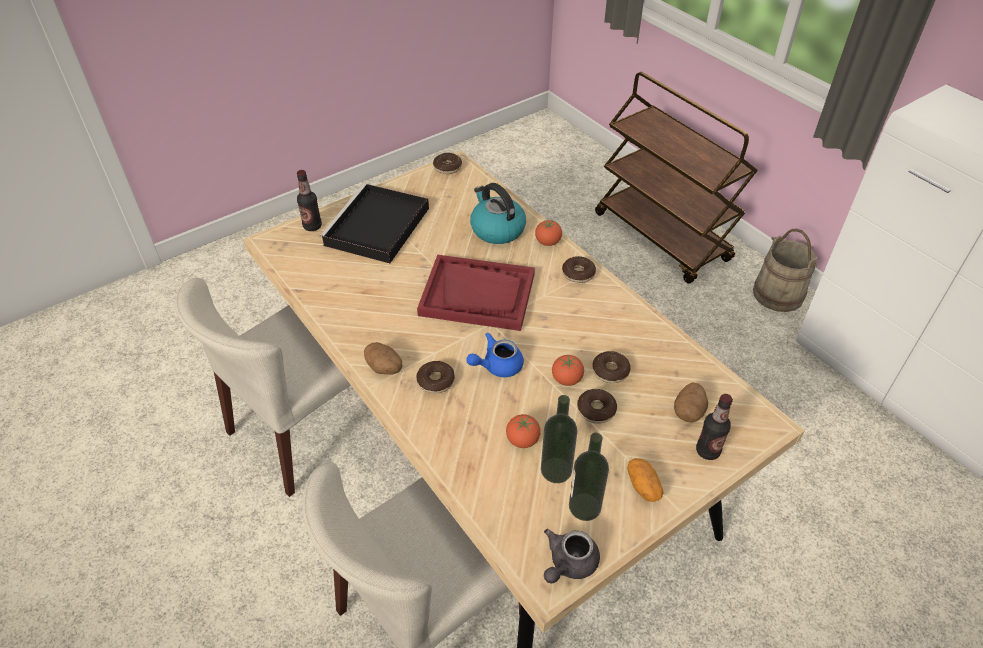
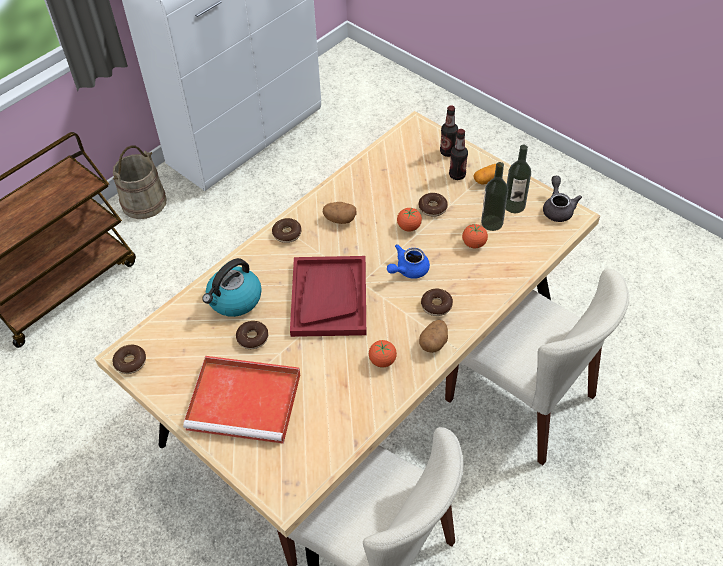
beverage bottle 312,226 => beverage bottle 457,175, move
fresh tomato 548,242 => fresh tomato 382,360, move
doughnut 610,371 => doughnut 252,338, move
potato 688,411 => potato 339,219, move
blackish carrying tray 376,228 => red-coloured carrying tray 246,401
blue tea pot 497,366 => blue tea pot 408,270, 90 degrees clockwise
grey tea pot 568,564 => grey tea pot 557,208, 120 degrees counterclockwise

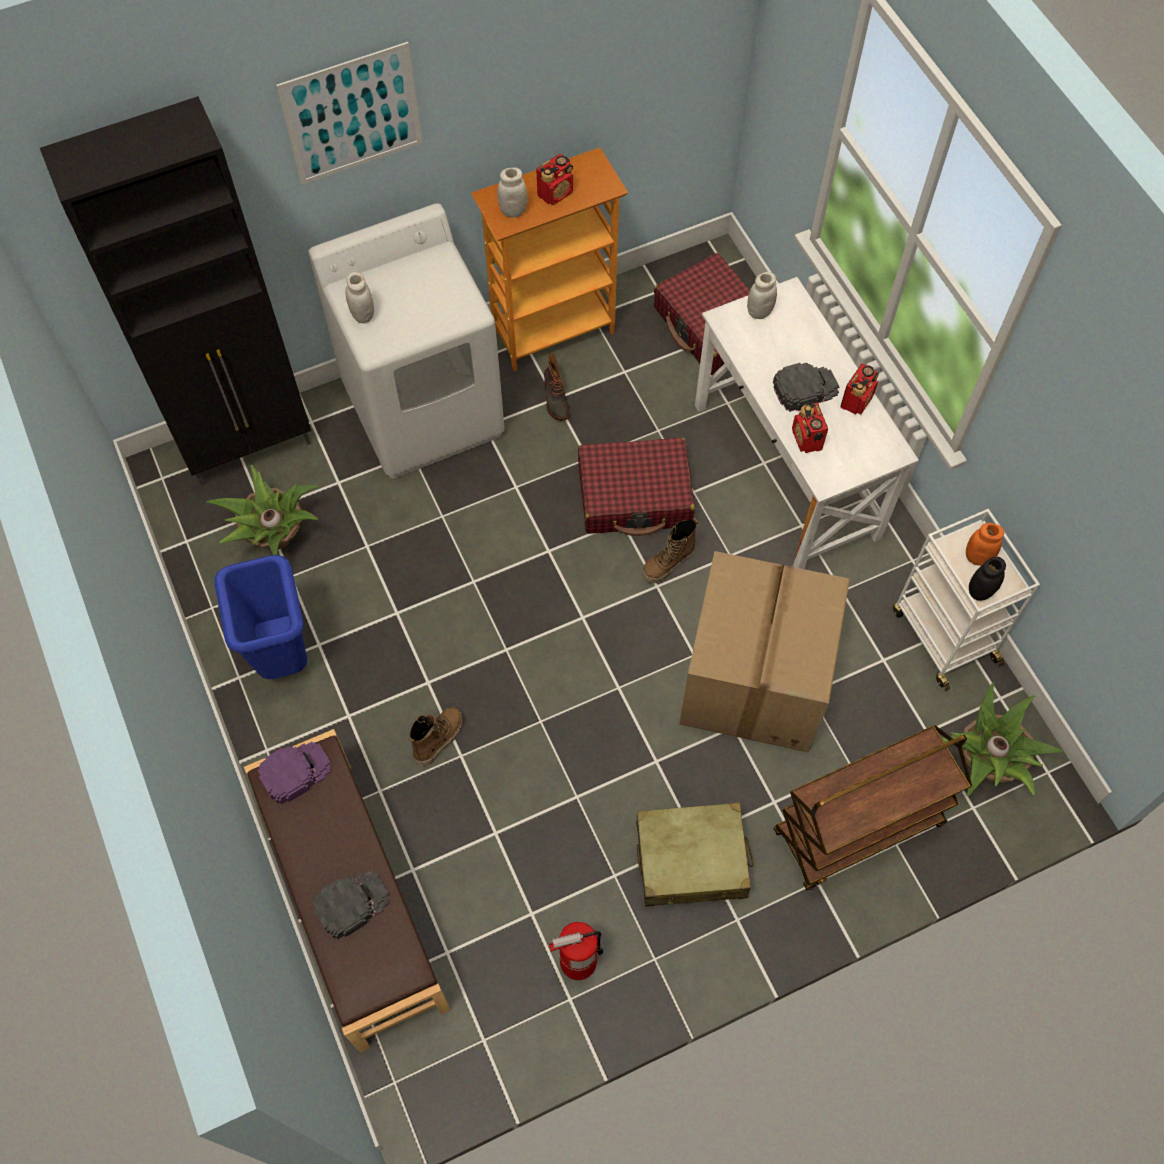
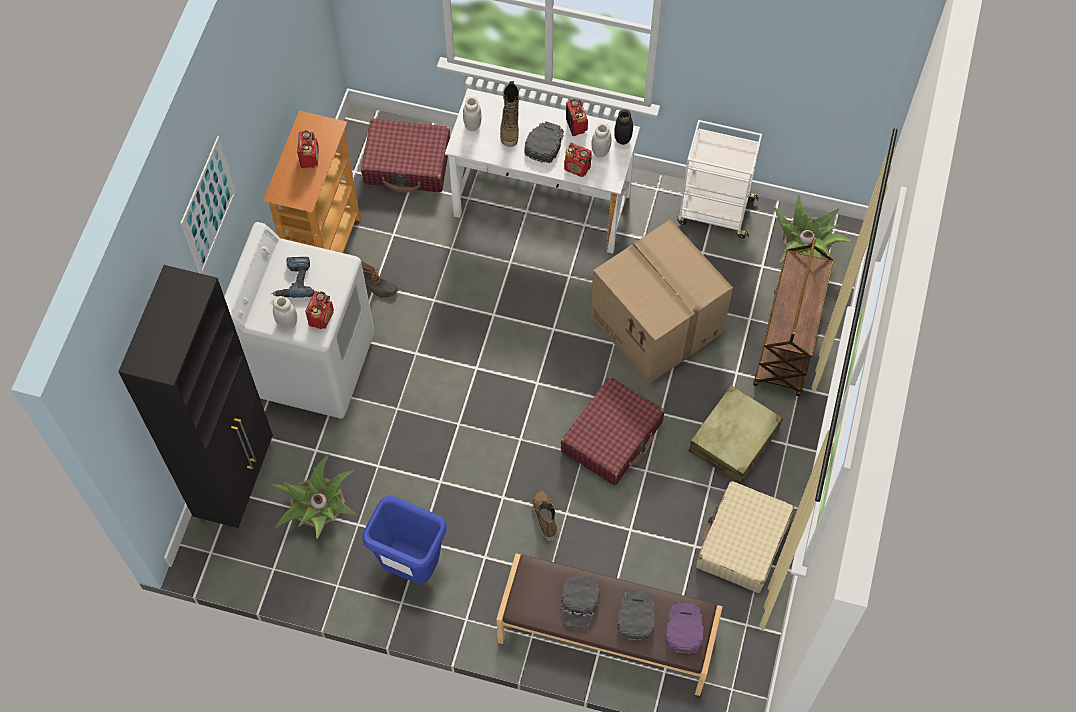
orange preserve jar 977,557 => nothing
nothing => power drill 294,280
nothing => radio set 321,317
nothing => blackish peaked cap 579,603
purple peaked cap 295,772 => purple peaked cap 683,629, move
white-coloured preserve jar 513,210 => white-coloured preserve jar 600,151, move
red-coloured piece of luggage 635,496 => red-coloured piece of luggage 612,437, move
tall boot 668,564 => tall boot 510,128, move
blackish preserve jar 980,591 => blackish preserve jar 623,138, move
fire extinguisher 577,962 => beige piece of luggage 742,542

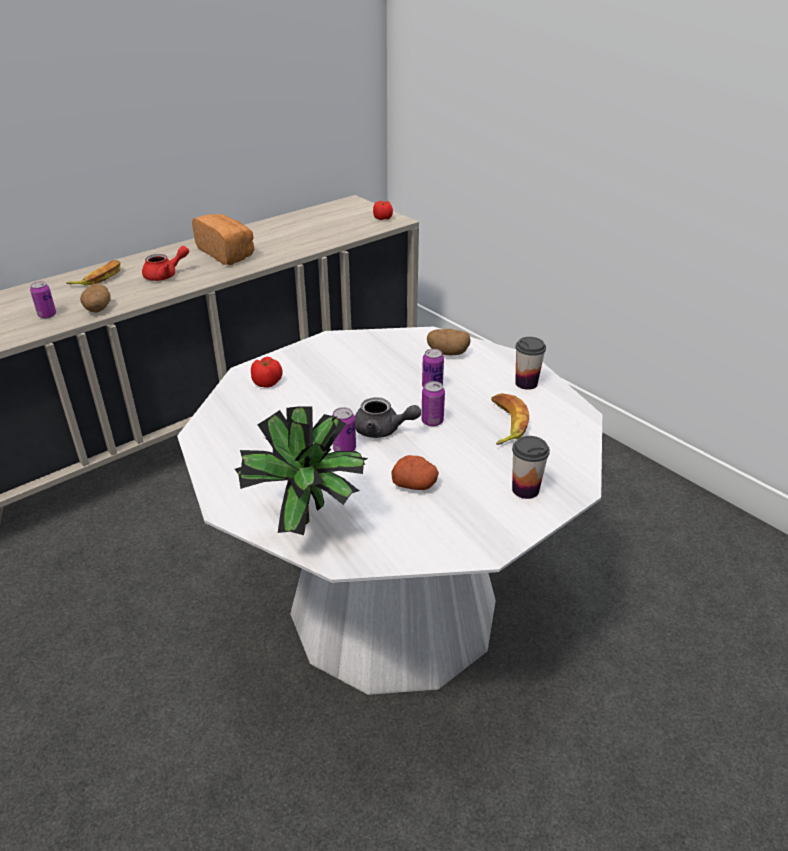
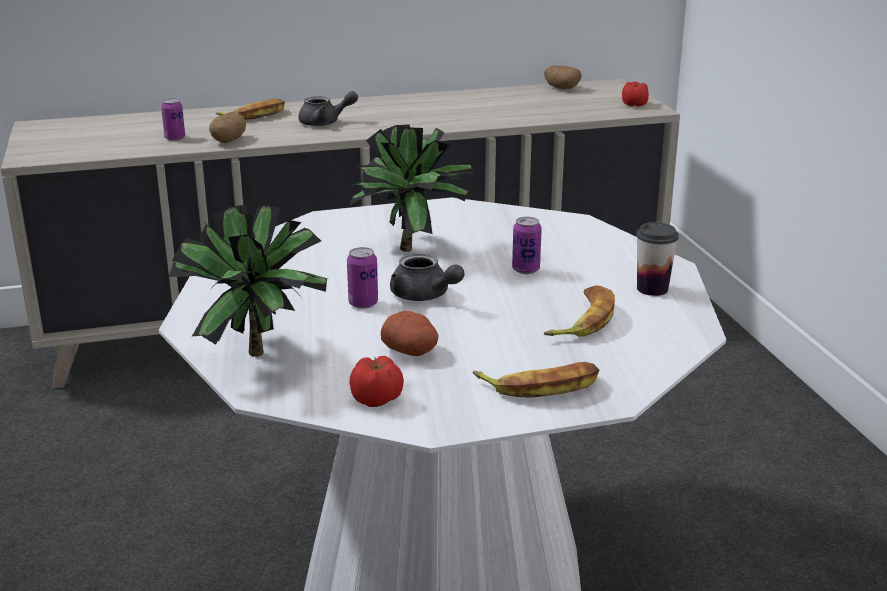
bread 227,253 => nothing
can 432,421 => nothing
nothing => plant in a pot 415,251
fresh tomato 268,383 => fresh tomato 377,399, move
potato 447,353 => potato 561,88, move
drinking cup 525,490 => banana fruit 540,386
red-coloured tea pot 165,275 => grey tea pot 325,123

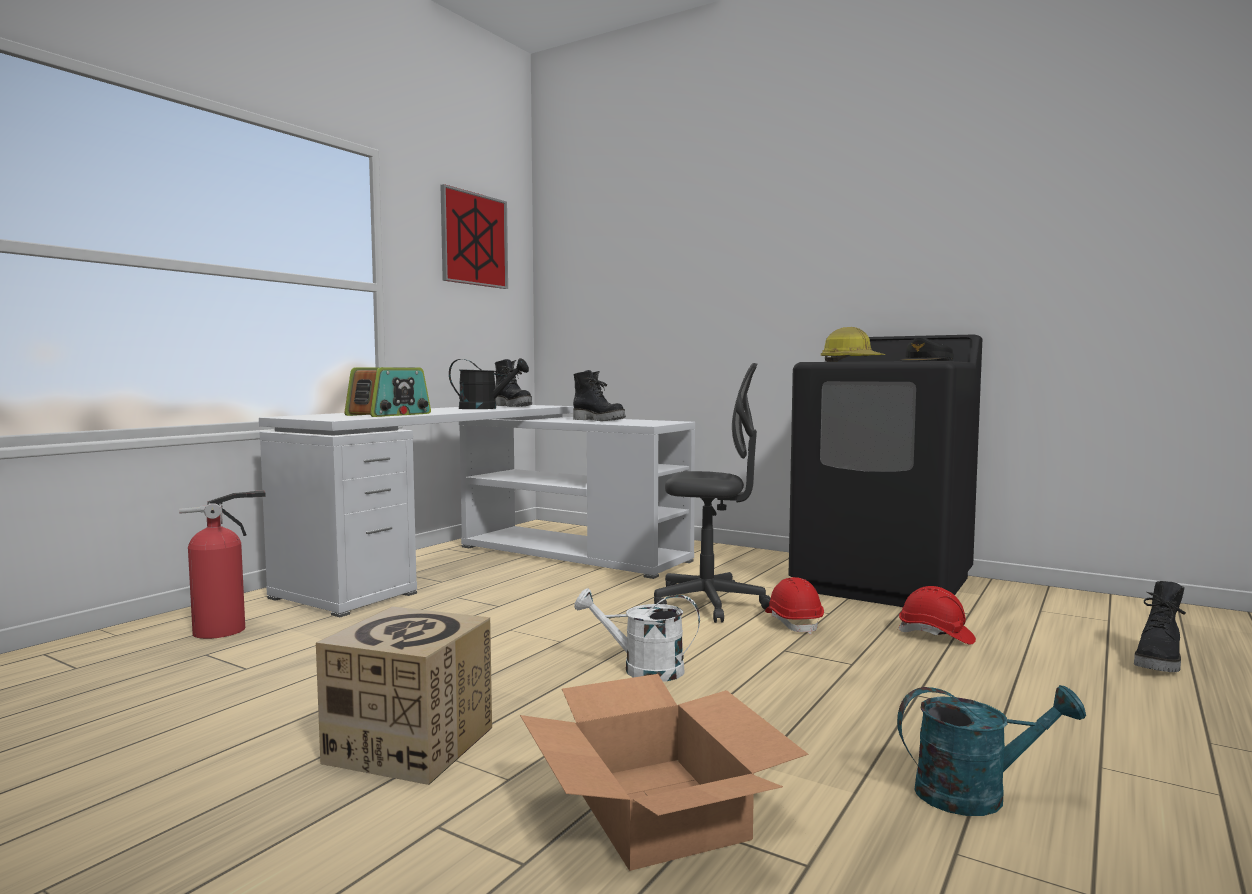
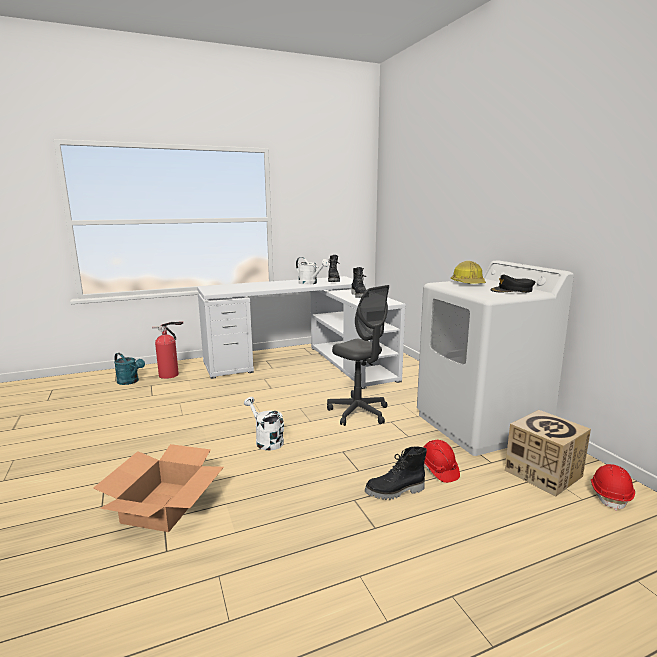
radio set 389,414 => nothing
wall picture 474,239 => nothing
cardboard box 410,745 => cardboard box 543,473, move
red-coloured work helmet 793,623 => red-coloured work helmet 610,495, move
blue-green watering pot 975,793 => blue-green watering pot 130,382, move
blackish tall boot 1160,662 => blackish tall boot 395,492, move
blackish watering pot 485,408 => white-coloured watering pot 310,283
blackish laundry appliance 883,583 => white-coloured laundry appliance 481,425

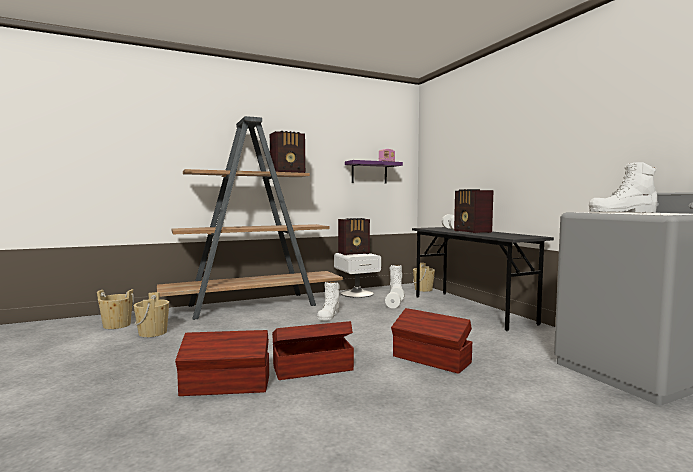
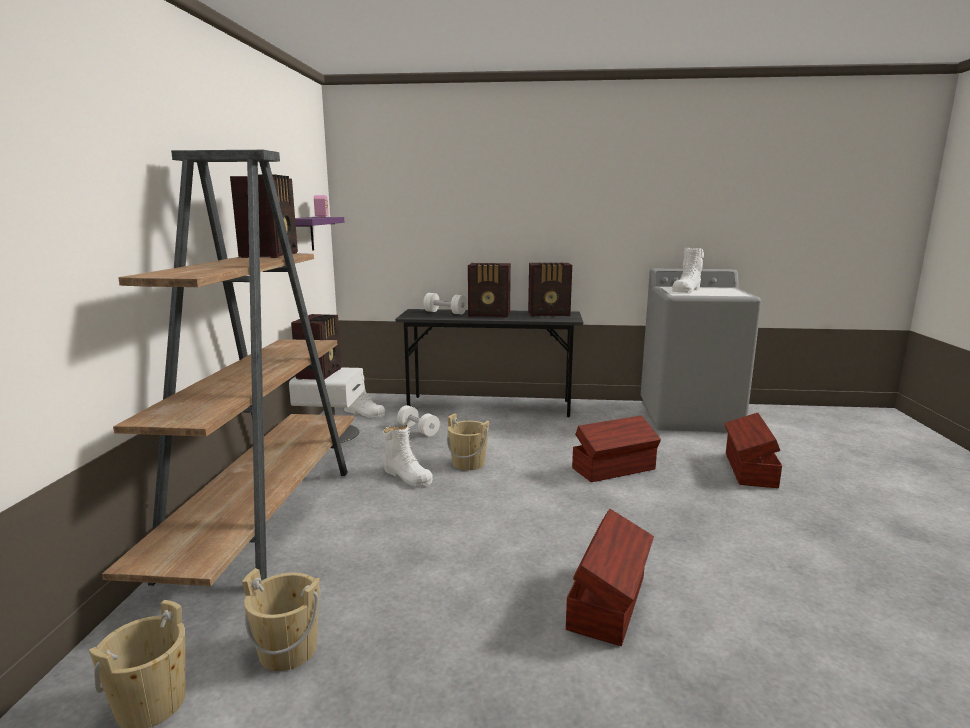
nothing => radio set 549,314
brownish storage bin 312,368 => brownish storage bin 749,470, move
beige water bucket 423,289 => beige water bucket 468,463, move

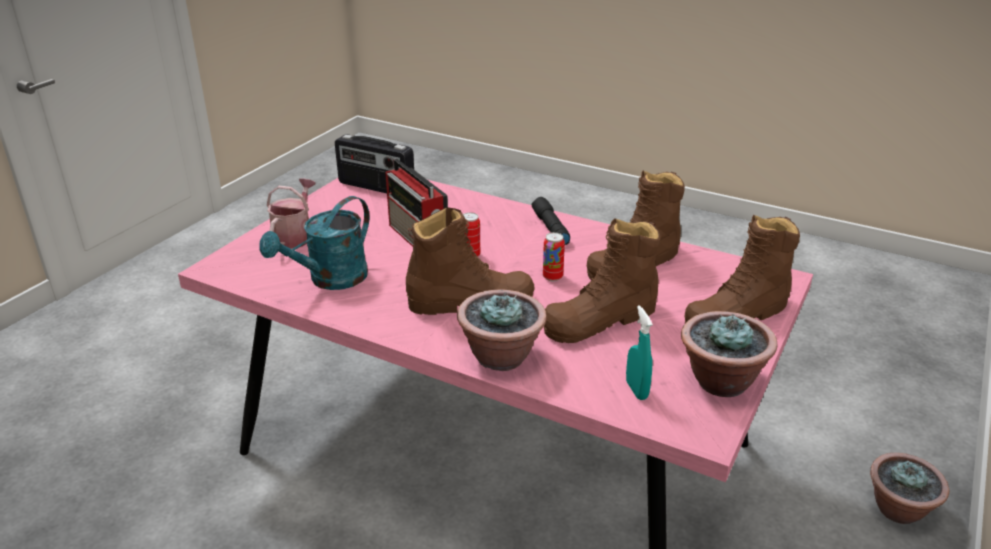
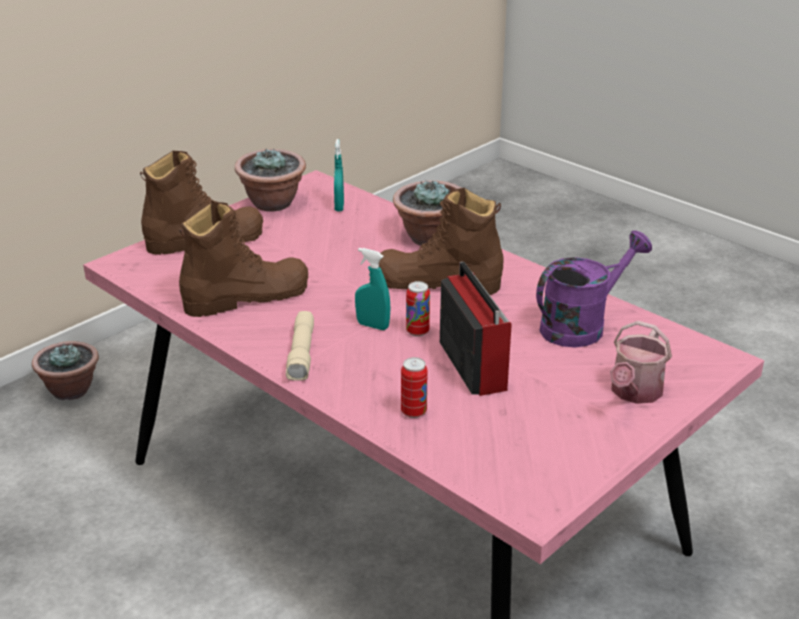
radio set 376,187 => nothing
brownish tall boot 600,319 => nothing
nothing => blue-green sprayer 372,326
can 552,277 => can 413,412, move
blue-green watering pot 330,280 => purple watering pot 581,325
blackish flashlight 549,228 => beige flashlight 302,354

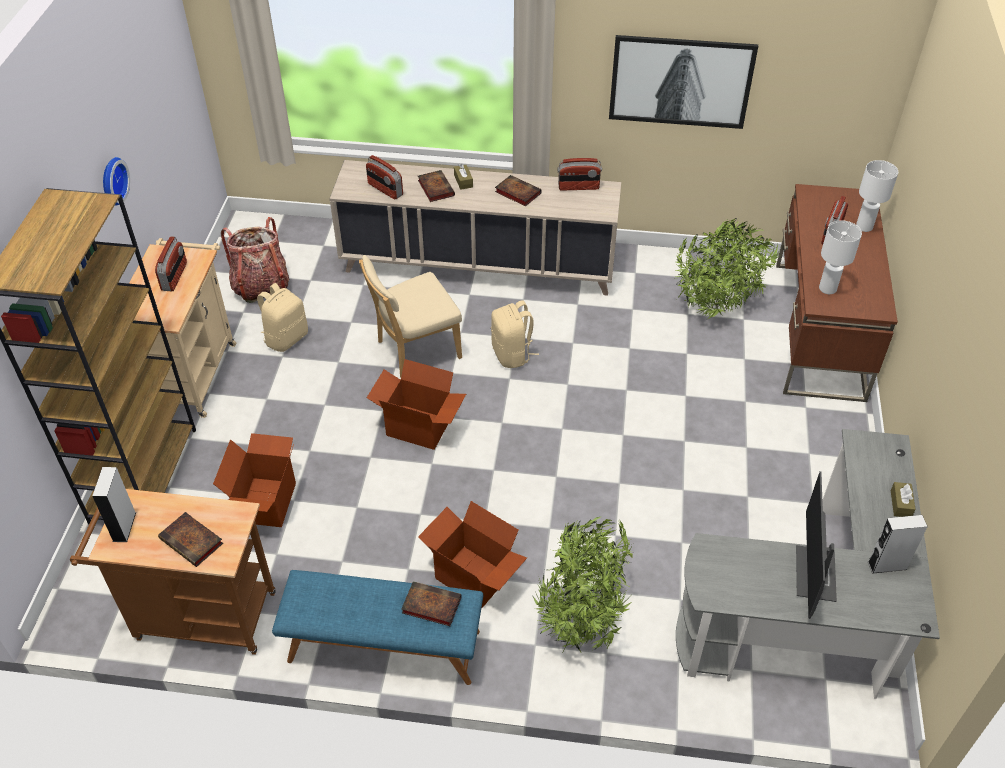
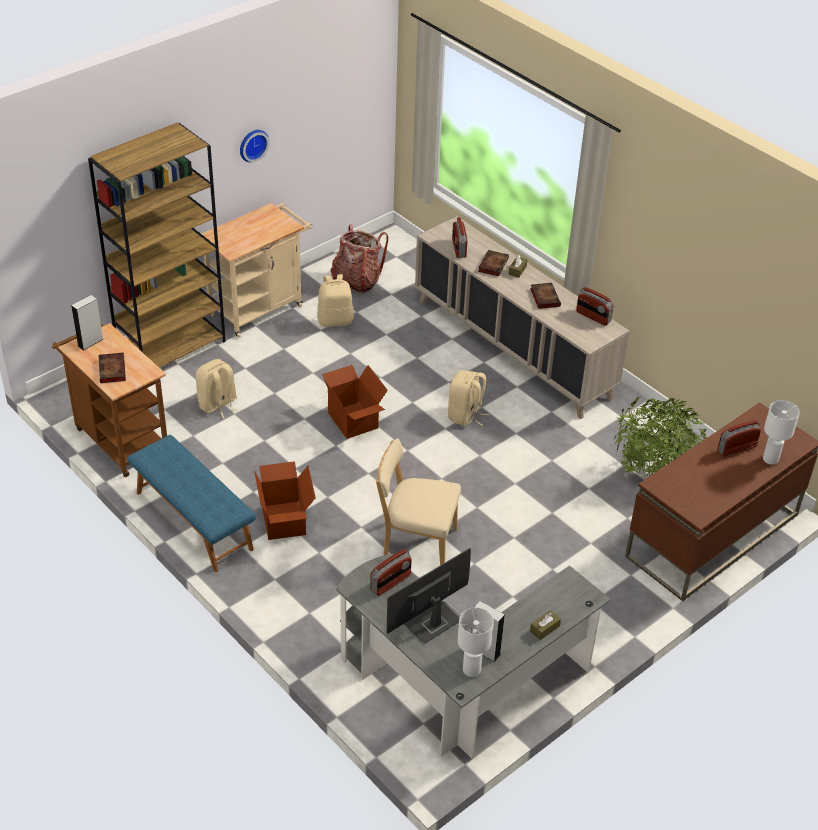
book 430,605 => nothing
plant in a pot 583,620 => nothing
wall picture 680,82 => nothing
radio set 174,276 => radio set 391,583, move
beige upright chair 415,350 => beige upright chair 416,542, move
white-coloured table lamp 827,289 => white-coloured table lamp 471,670, move
cardboard box 265,502 => beige backpack 218,405

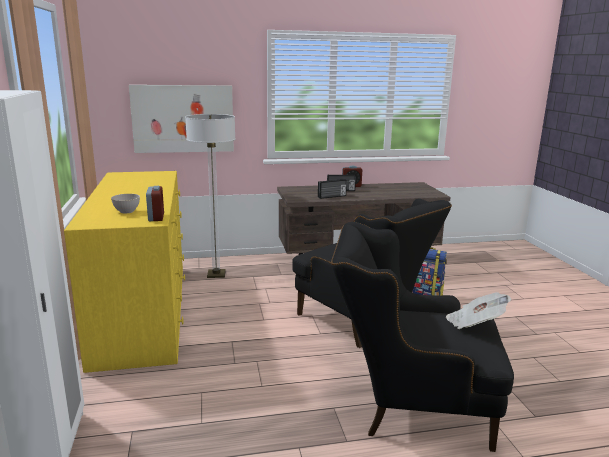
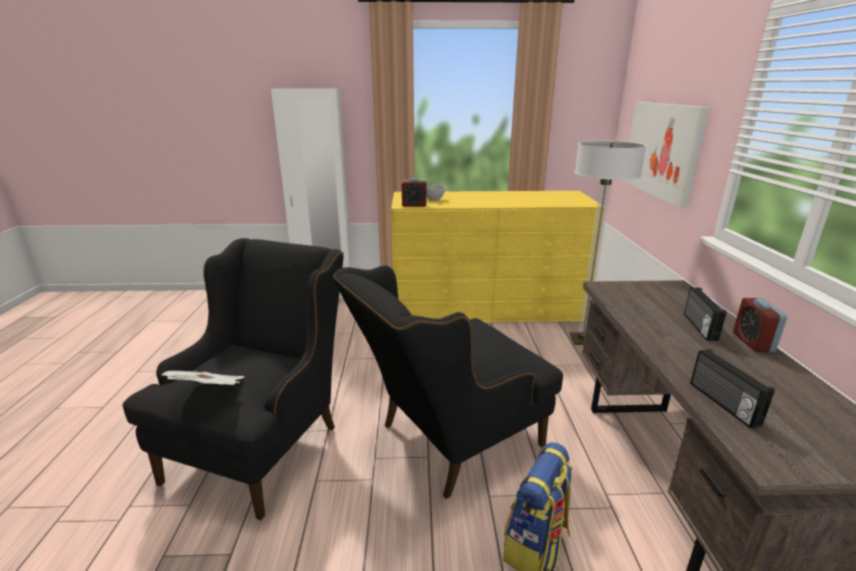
radio set 332,196 => radio set 722,403, move

